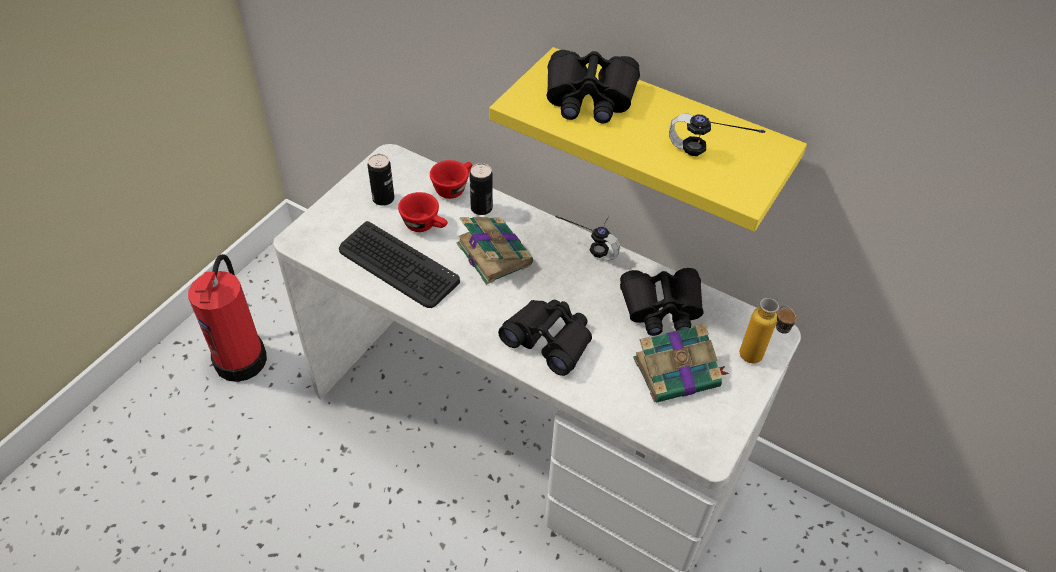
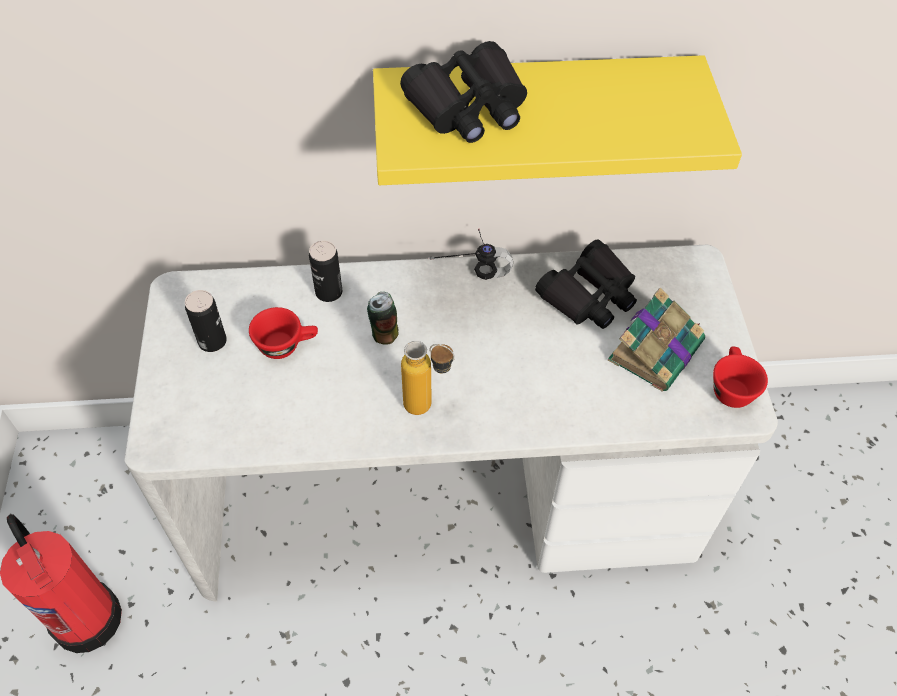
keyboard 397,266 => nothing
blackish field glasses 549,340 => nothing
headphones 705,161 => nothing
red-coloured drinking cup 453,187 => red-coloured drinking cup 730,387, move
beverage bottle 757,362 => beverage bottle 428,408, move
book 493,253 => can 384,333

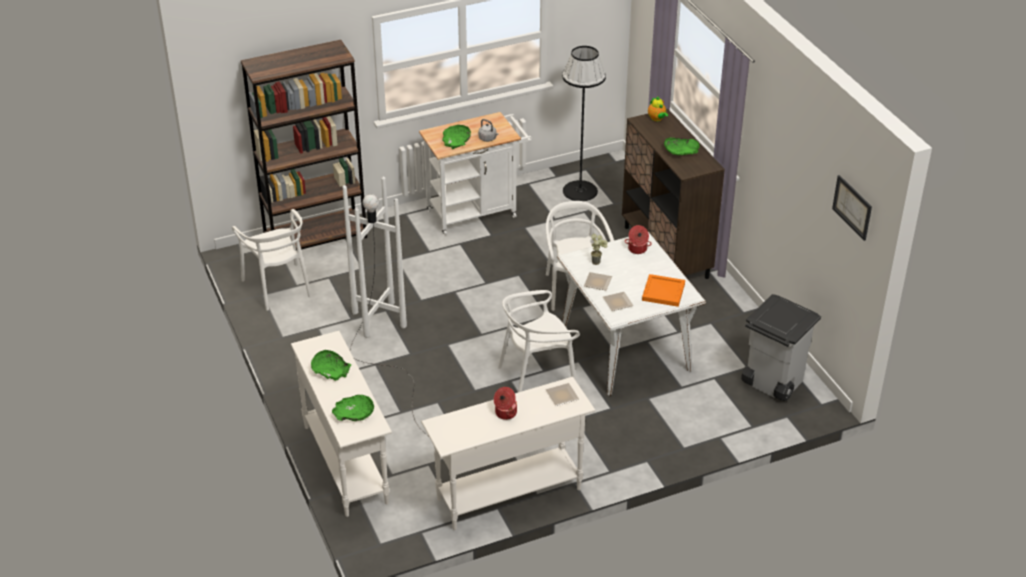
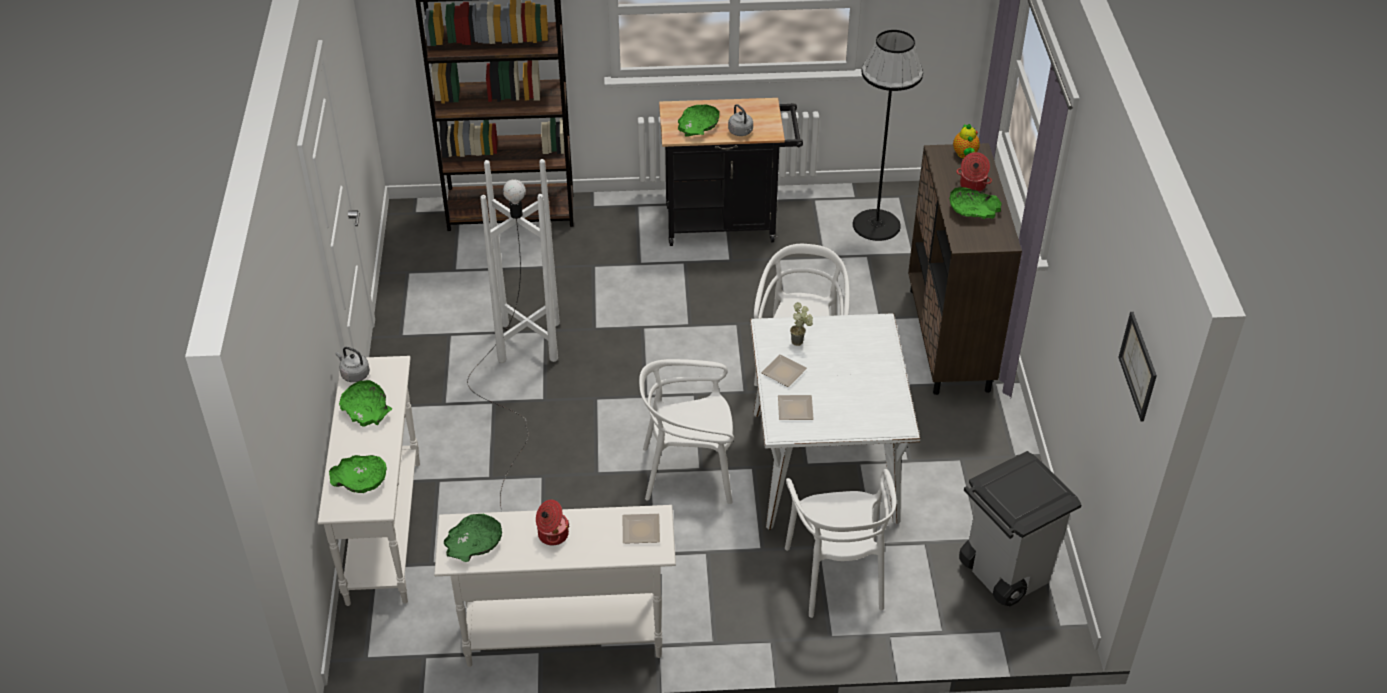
orange carrying tray 664,292 => nothing
nothing => grey water kettle 354,374
nothing => green serving bowl 474,544
white-coloured upright chair 278,287 => white-coloured upright chair 837,576, move
stockpot 637,249 => stockpot 972,185, move
white-coloured cart 477,212 => blackish cart 728,223

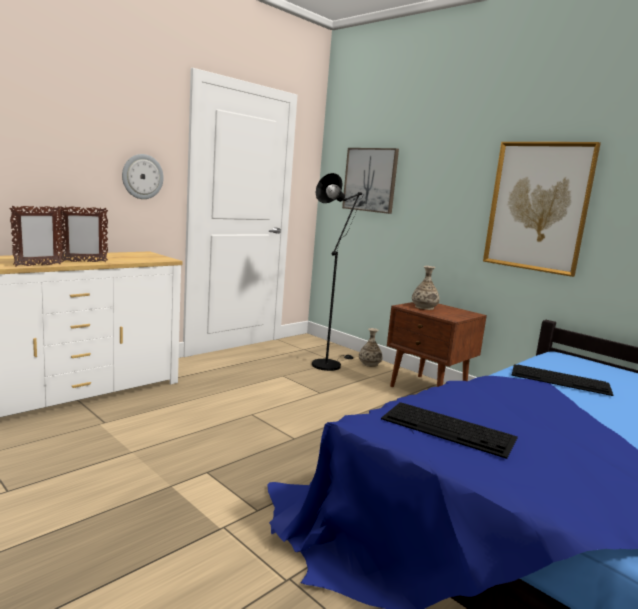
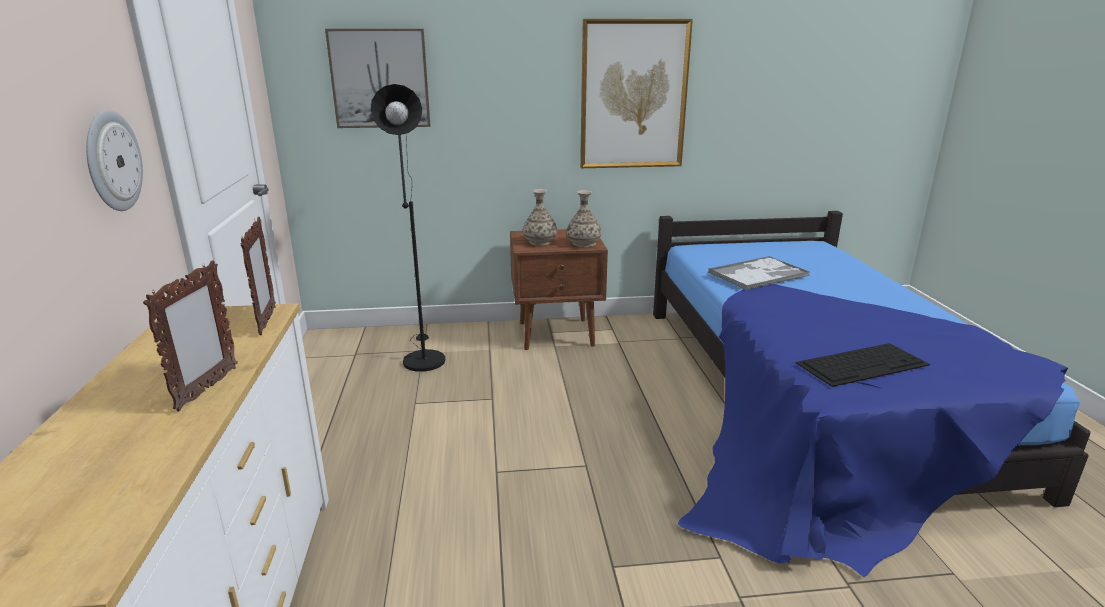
photo frame 38,265 => photo frame 267,321, move
vase 369,364 => vase 583,243, move
keyboard 561,379 => carrying tray 759,274

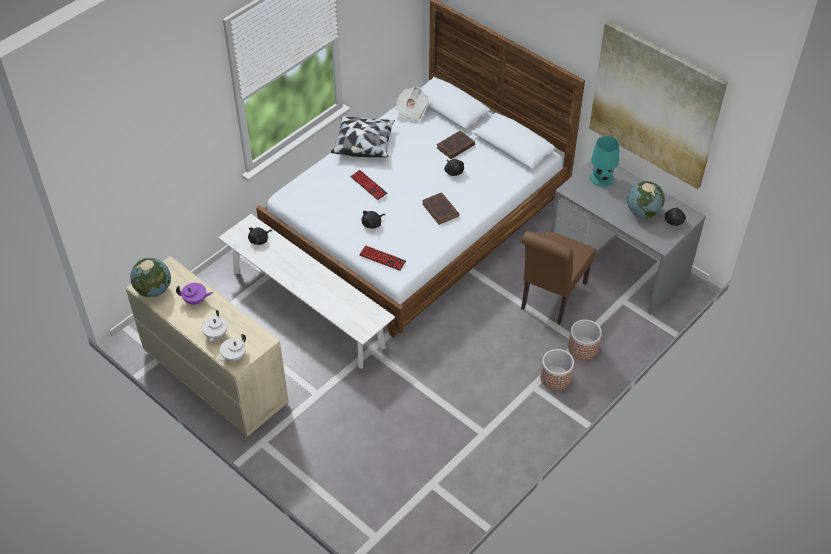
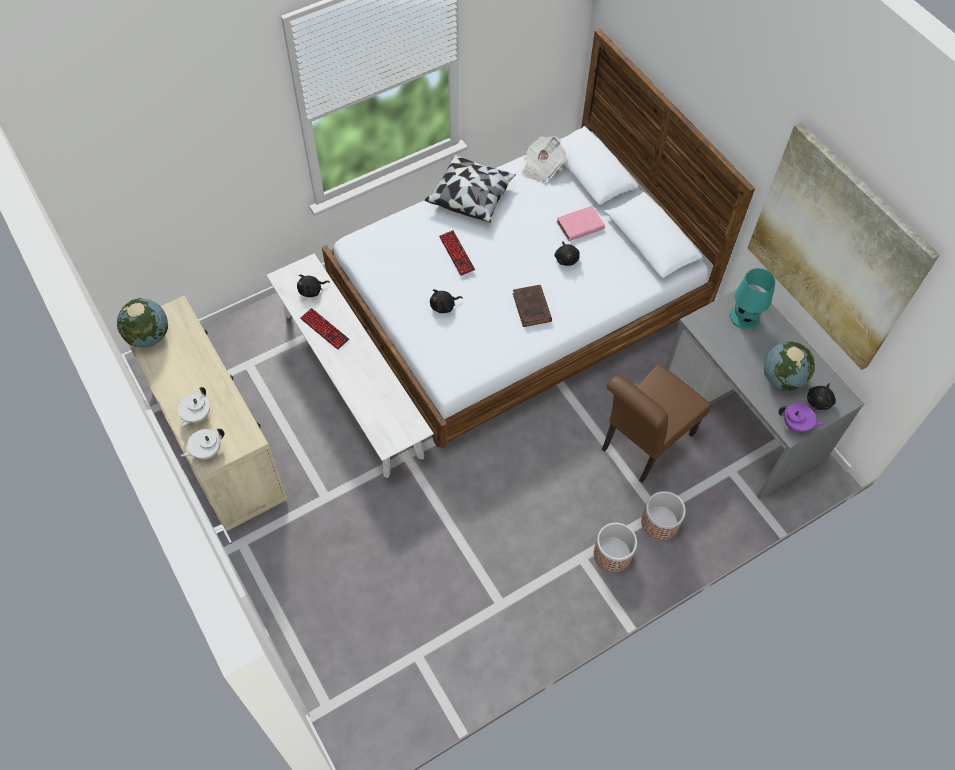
purple tea pot 195,300 => purple tea pot 796,425, move
keyboard 382,258 => keyboard 324,329, move
brownish book 454,147 => pink book 579,226

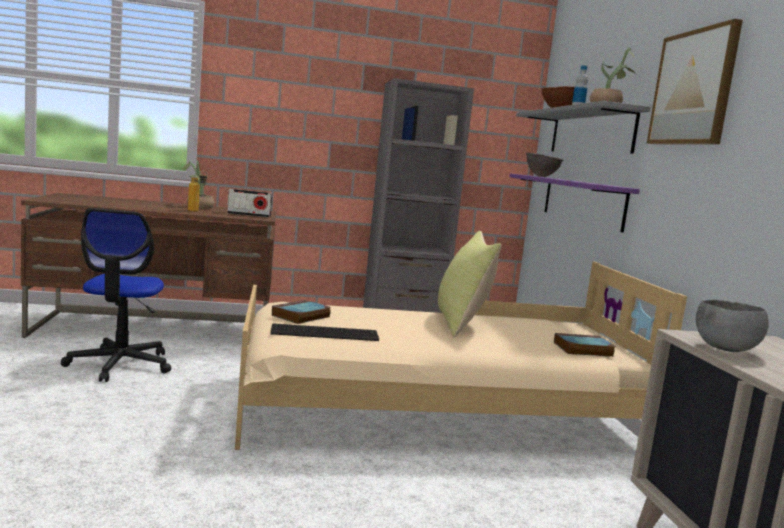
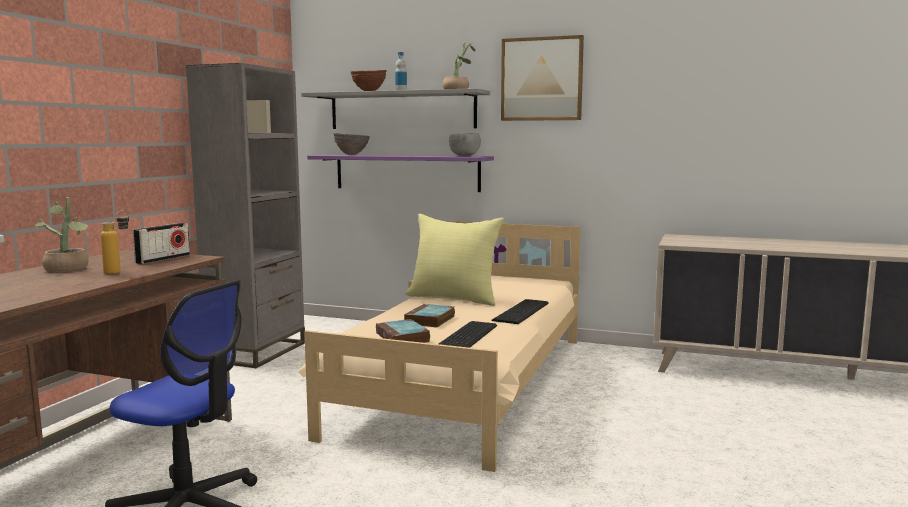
nothing => keyboard 523,311
book 582,349 => book 430,320, move
grey serving bowl 724,349 => grey serving bowl 464,156, move

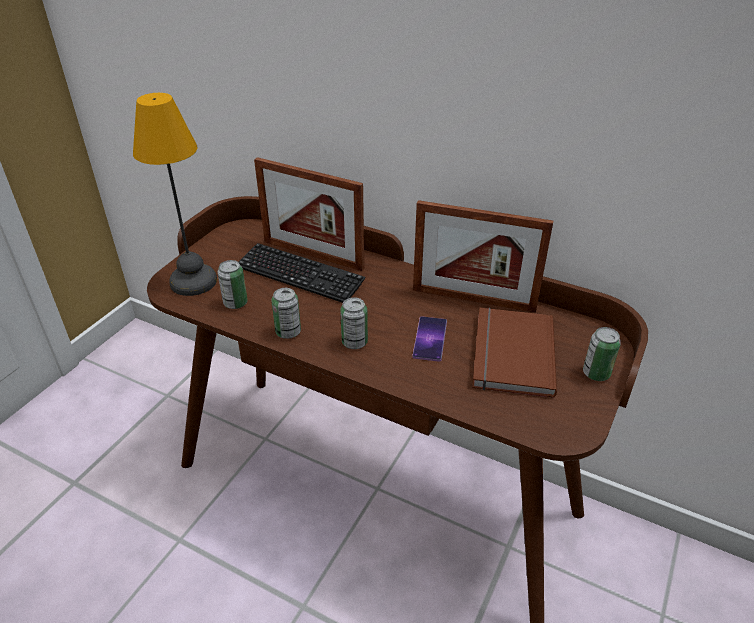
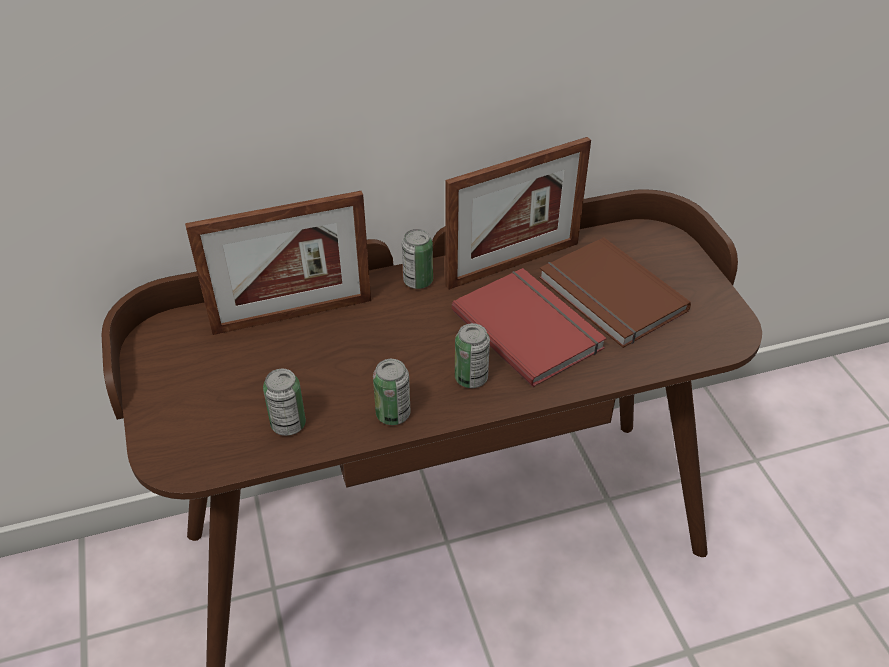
table lamp 194,280 => nothing
keyboard 299,275 => nothing
can 596,373 => can 418,281, move
phone 430,339 => red-coloured book 530,327

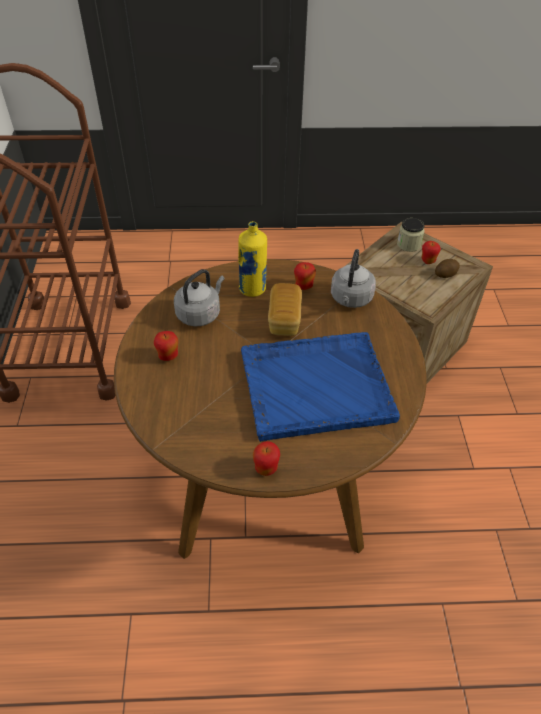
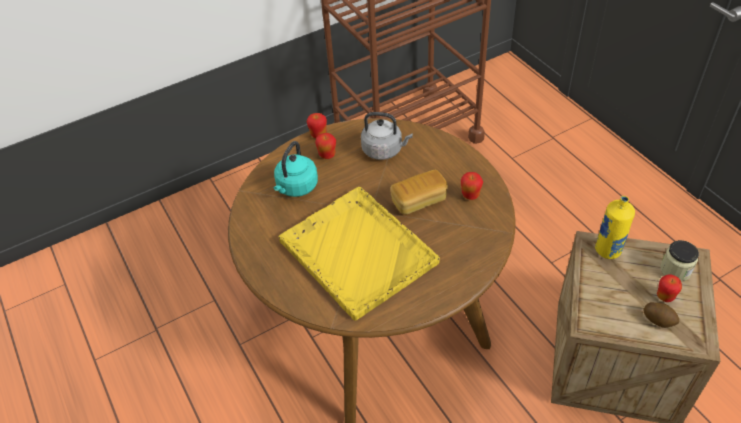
grey water kettle 350,299 => nothing
nothing => blue-green water kettle 296,187
yellowish beverage bottle 253,289 => yellowish beverage bottle 608,250, move
apple fruit 266,468 => apple fruit 318,135, move
blue carrying tray 314,386 => yellowish carrying tray 357,251

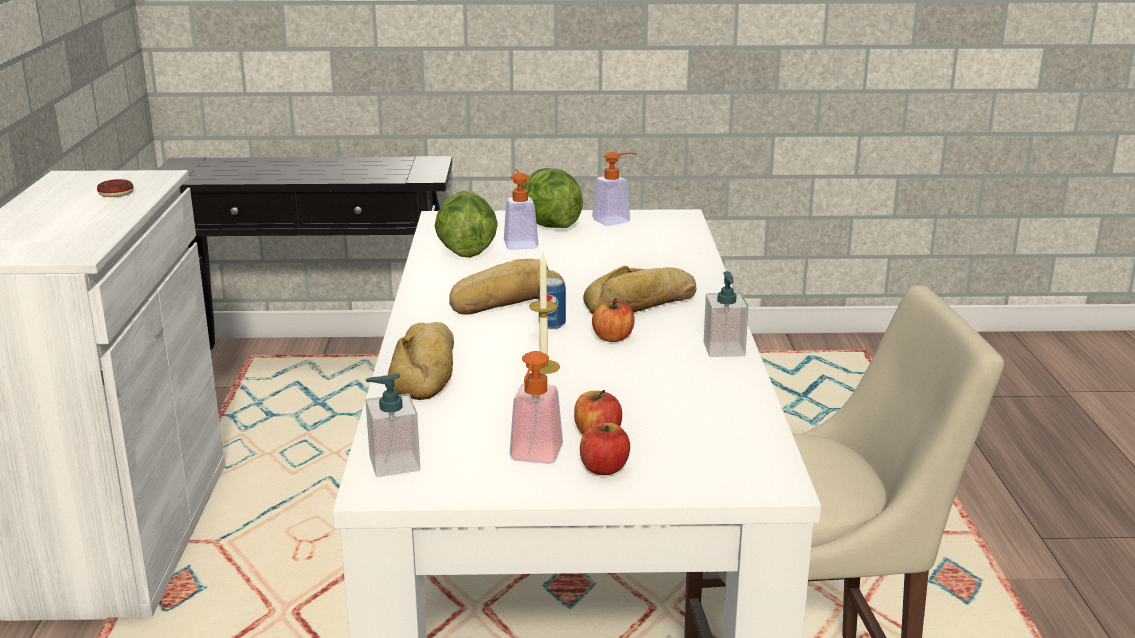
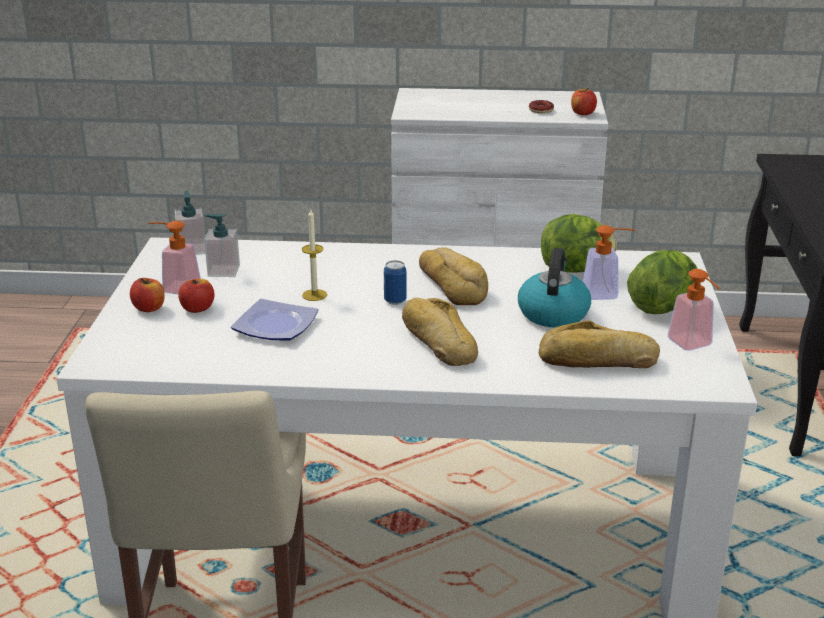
nothing => flat dish 276,326
nothing => water kettle 553,313
bread 427,371 => bread 598,361, move
apple fruit 613,338 => apple fruit 582,113, move
soap dispenser 724,349 => soap dispenser 223,271, move

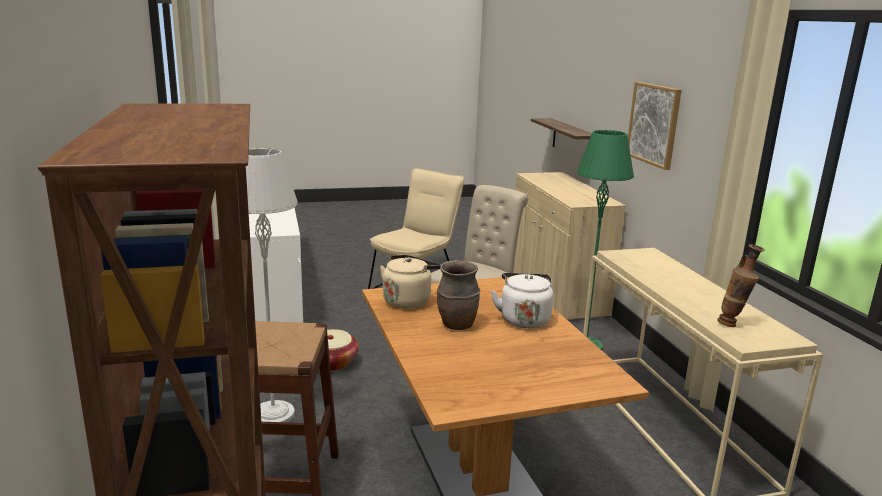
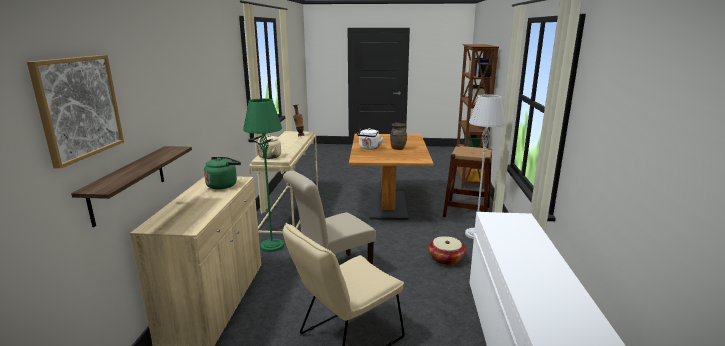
nothing => green water kettle 223,185
beige water kettle 408,300 => beige water kettle 268,157, move
wall picture 654,124 => wall picture 79,107, move

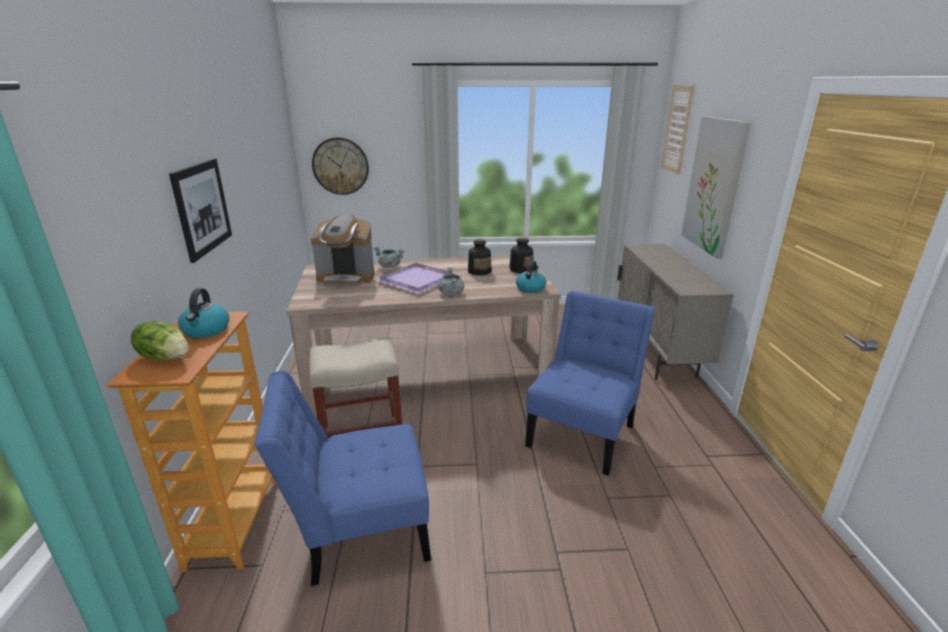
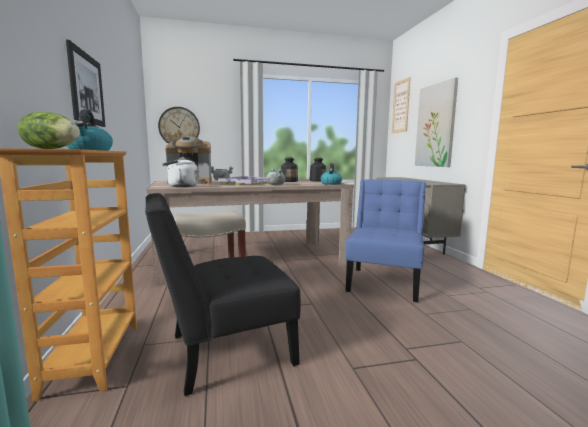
nothing => white-coloured water kettle 180,186
blue upright chair 359,530 => blackish upright chair 223,351

